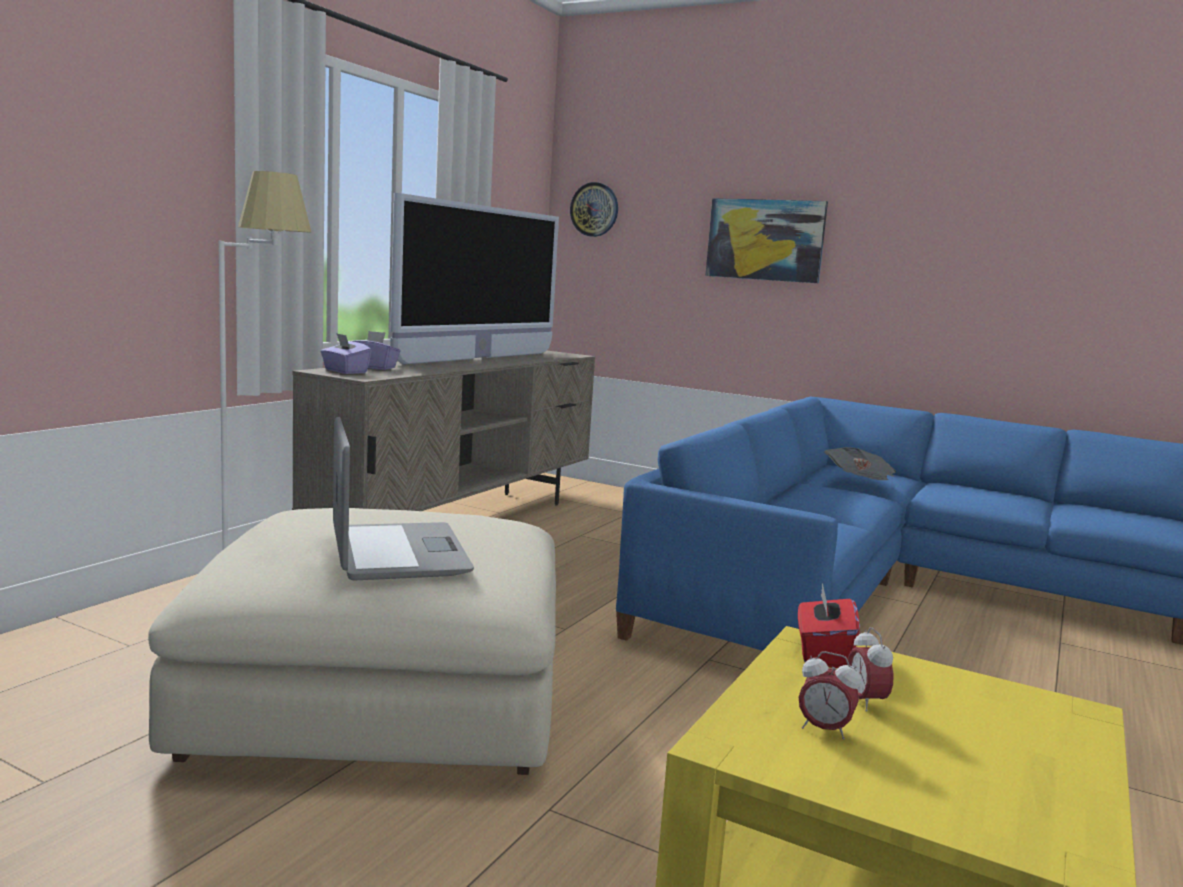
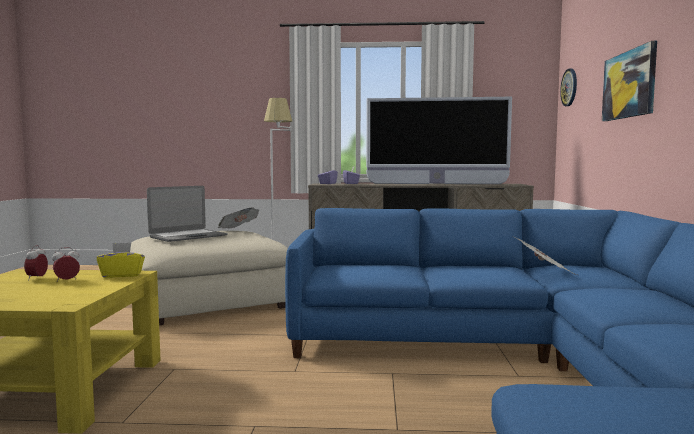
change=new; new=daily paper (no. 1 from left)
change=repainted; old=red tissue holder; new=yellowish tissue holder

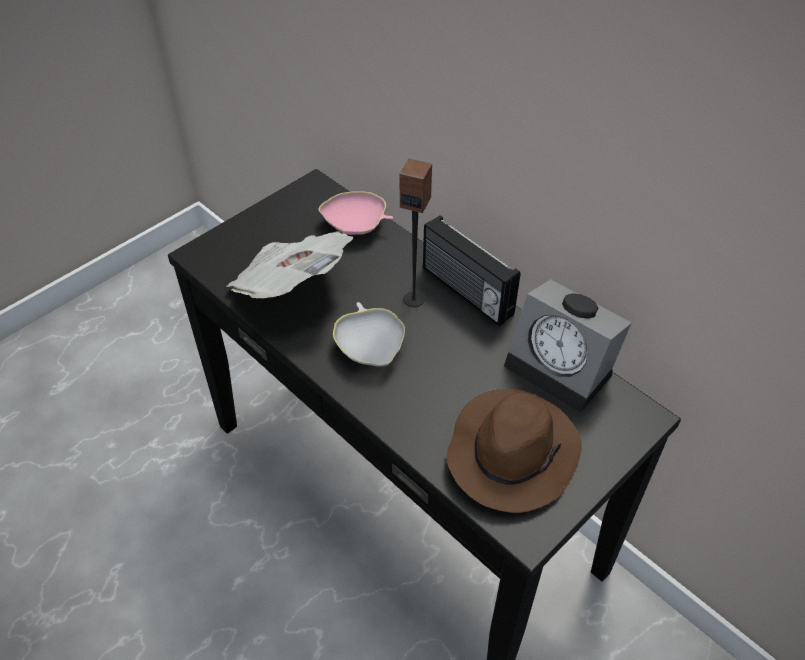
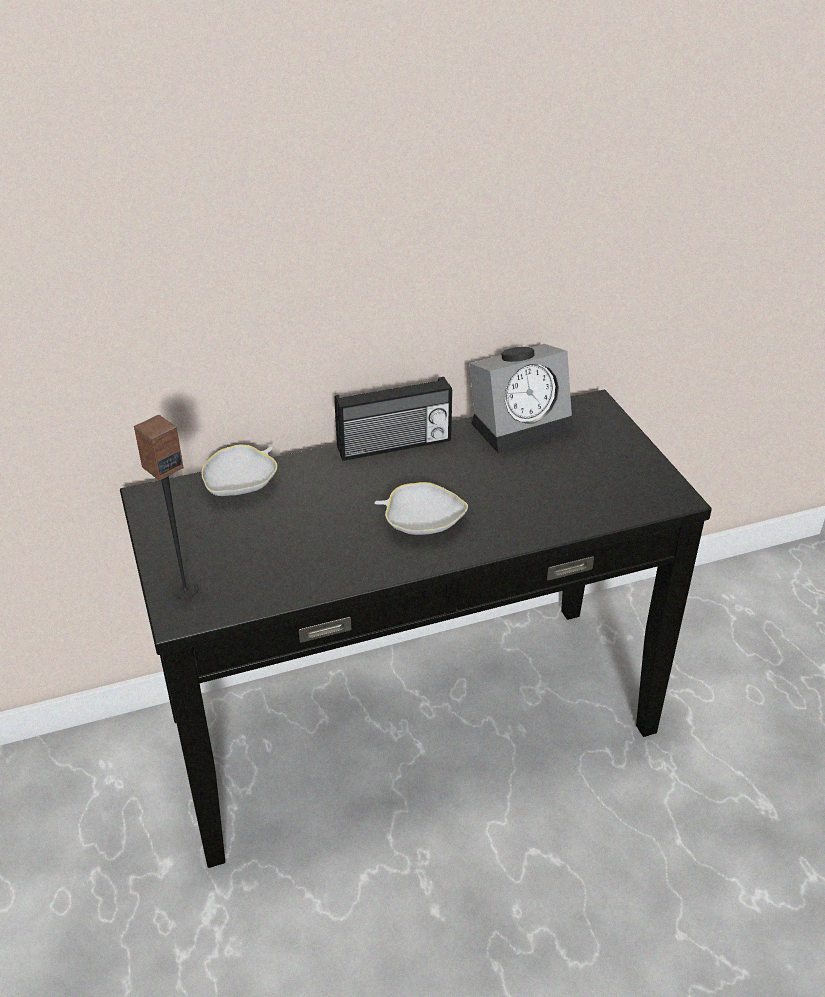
change=gone; old=daily paper
change=gone; old=brown-coloured hat
change=shifted; old=speaker
change=repainted; old=pink-coloured bowl; new=white-coloured bowl (no. 1 from left)

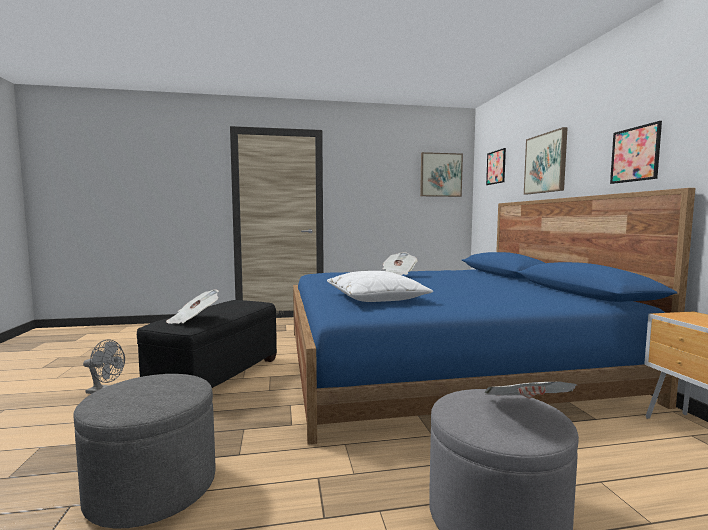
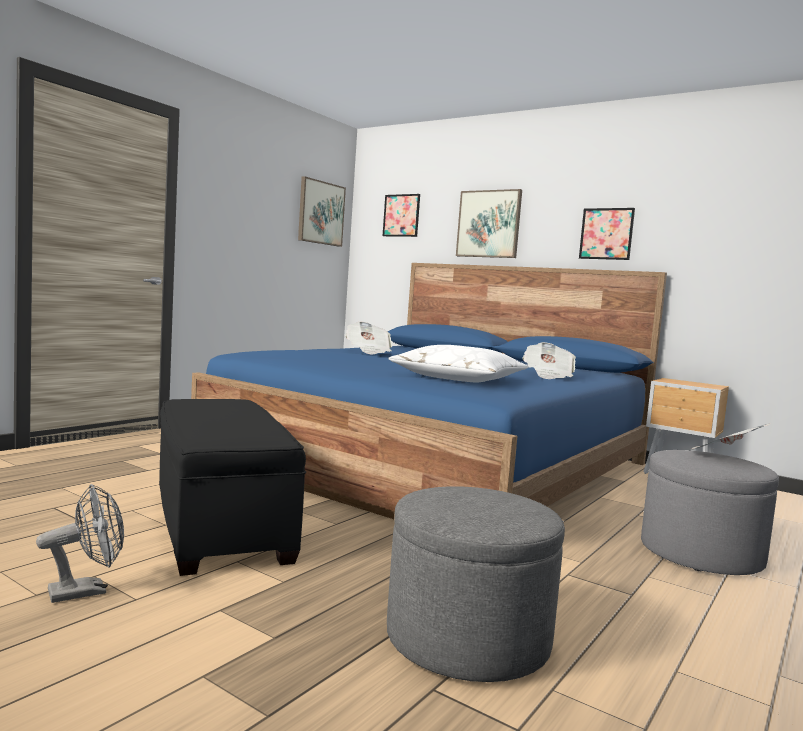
change=shifted; old=daily paper (no. 1 from left in the first image); new=daily paper (no. 2 from left)

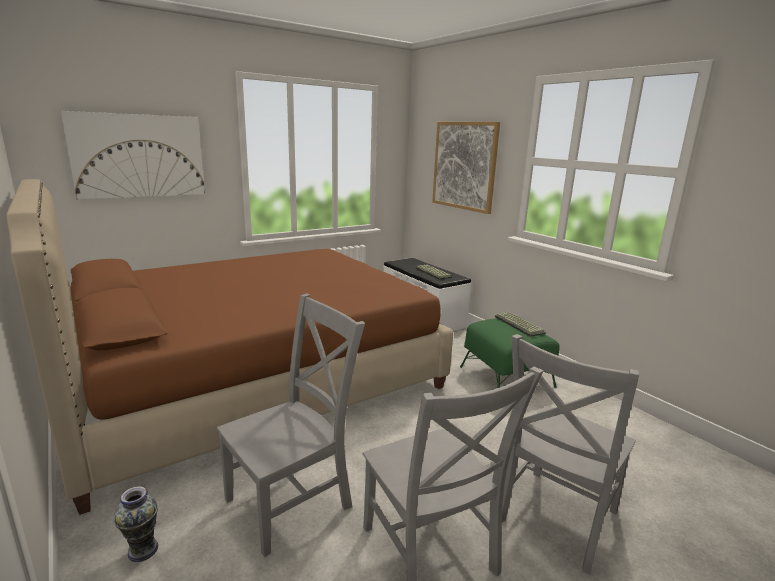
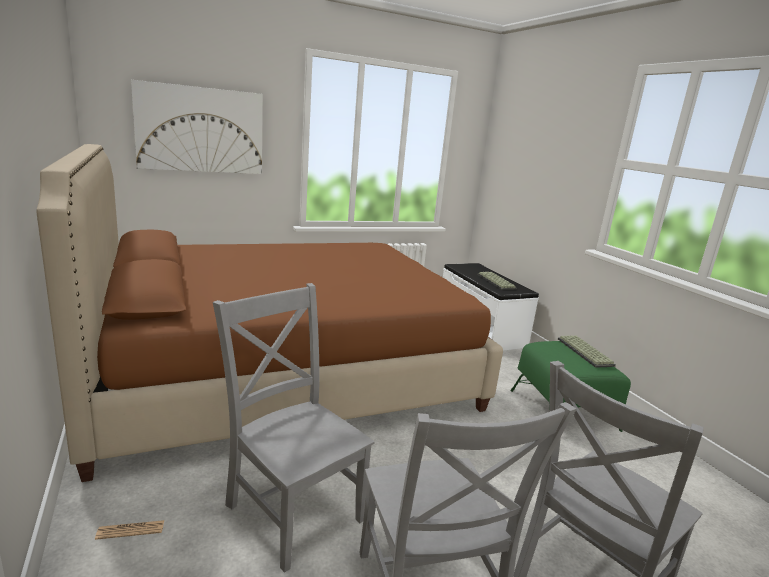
change=gone; old=wall picture (no. 2 from left)
change=swapped; old=decorative vase; new=daily paper
change=rotated; old=grey chair (no. 1 from left); degrees=-105

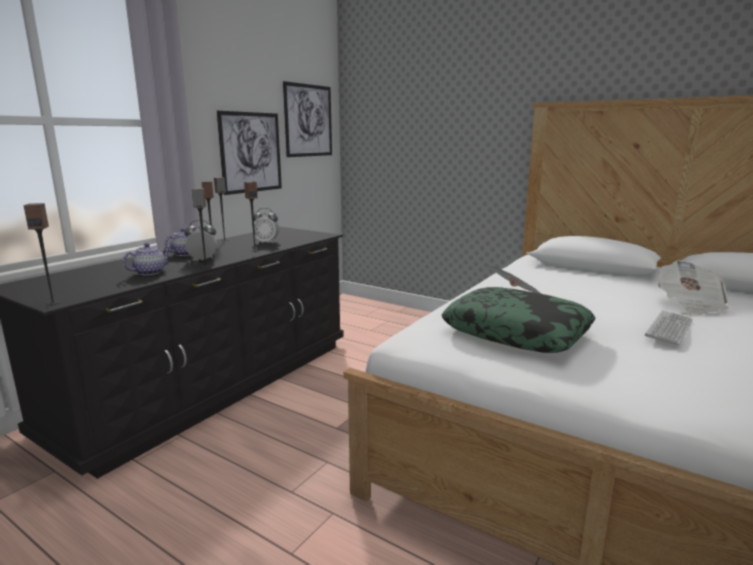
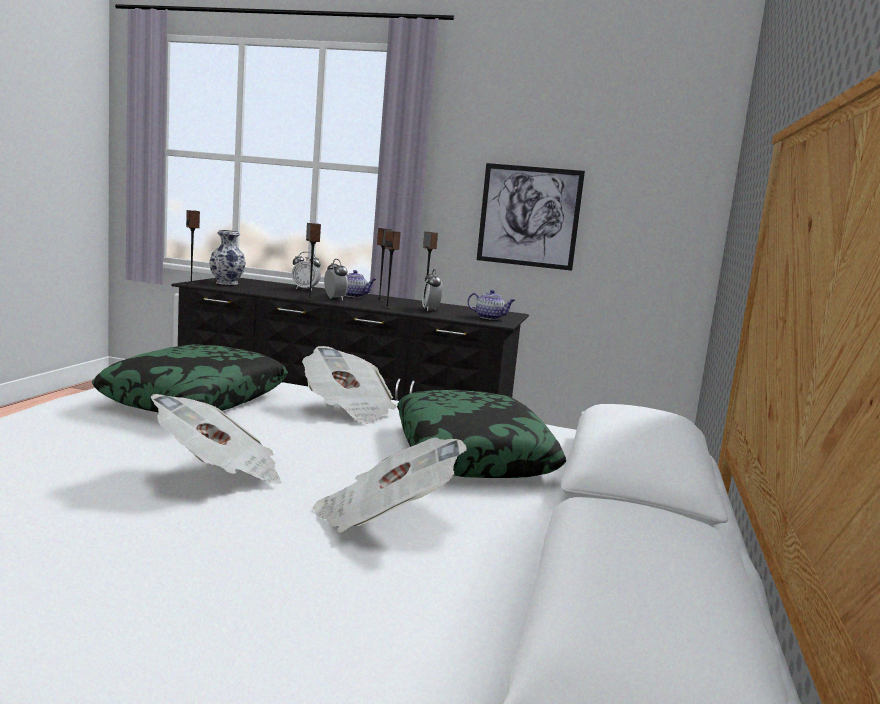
change=gone; old=wall picture (no. 2 from left)
change=new; new=decorative vase
change=new; new=alarm clock (no. 1 from left)
change=new; new=throw pillow (no. 2 from left)
change=shifted; old=teapot (no. 1 from left in the first image); new=teapot (no. 2 from left)
change=swapped; old=computer keyboard; new=daily paper (no. 1 from left)

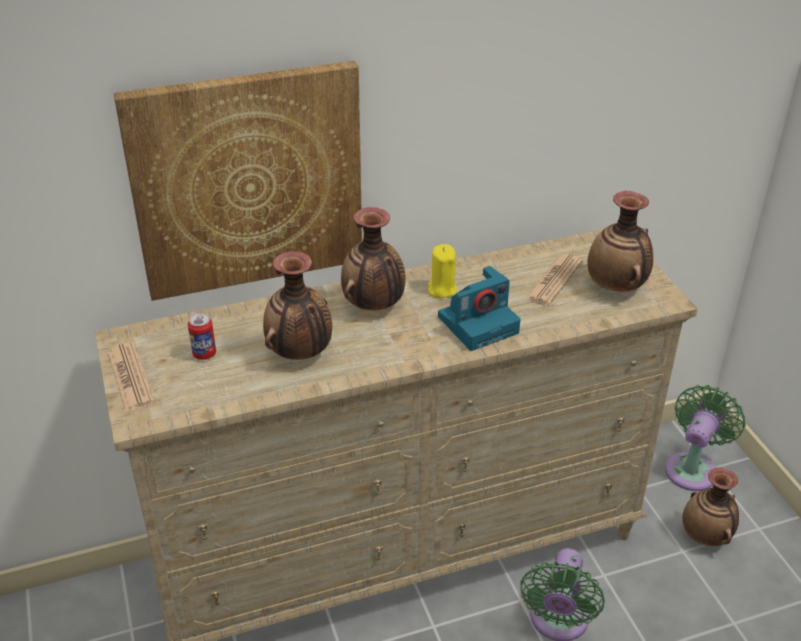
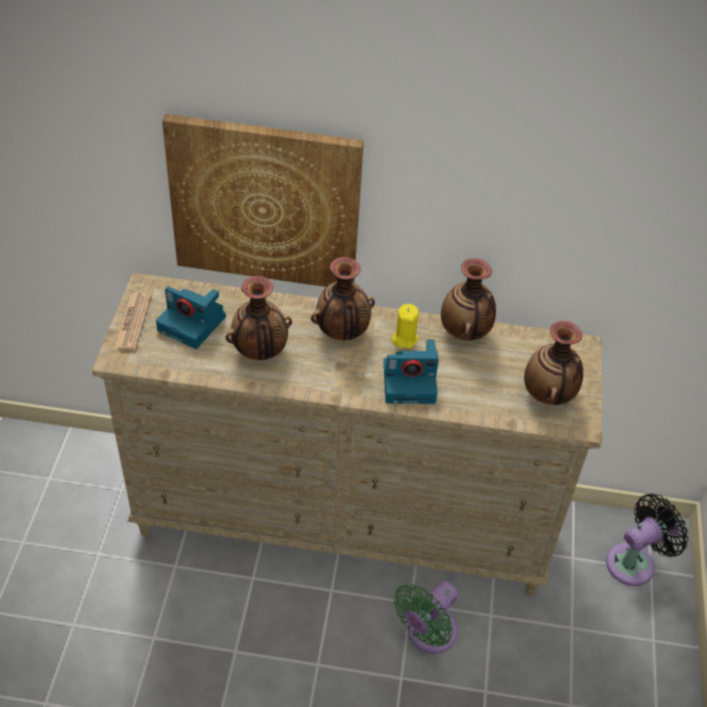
change=gone; old=daily paper (no. 2 from left)
change=shifted; old=decorative vase (no. 4 from left in the first image); new=decorative vase (no. 3 from left)
change=swapped; old=can; new=still camera (no. 1 from left)
change=repainted; old=greenish cooling fan (no. 2 from left); new=black cooling fan

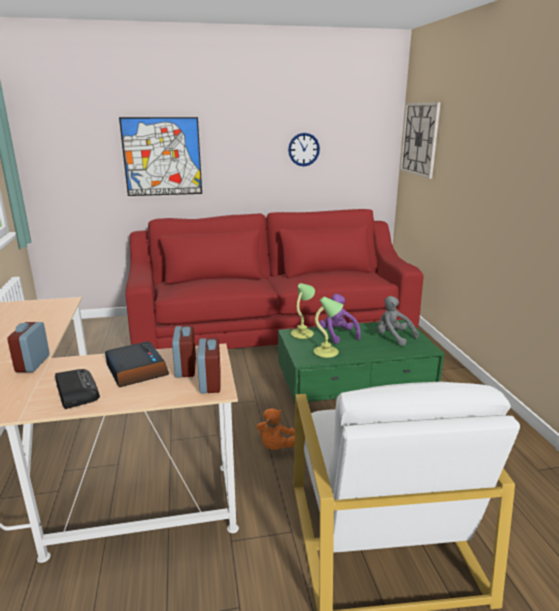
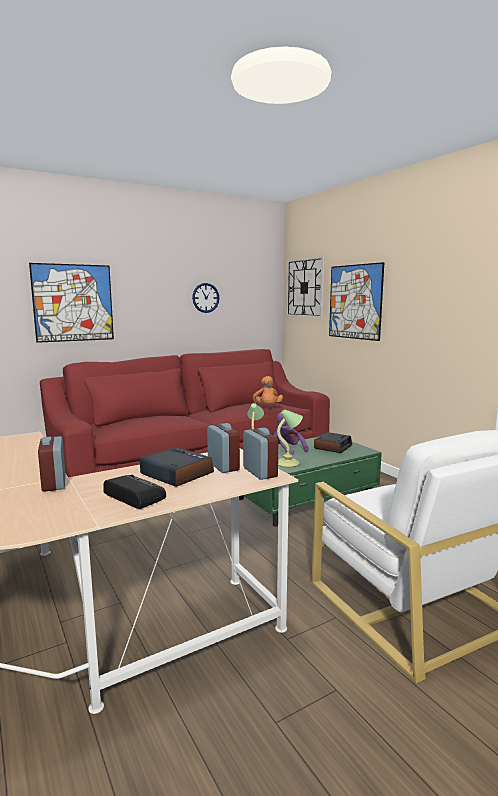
change=new; new=wall picture (no. 2 from left)
change=shifted; old=orange-coloured cuddly toy
change=swapped; old=grey cuddly toy; new=alarm clock (no. 5 from left)

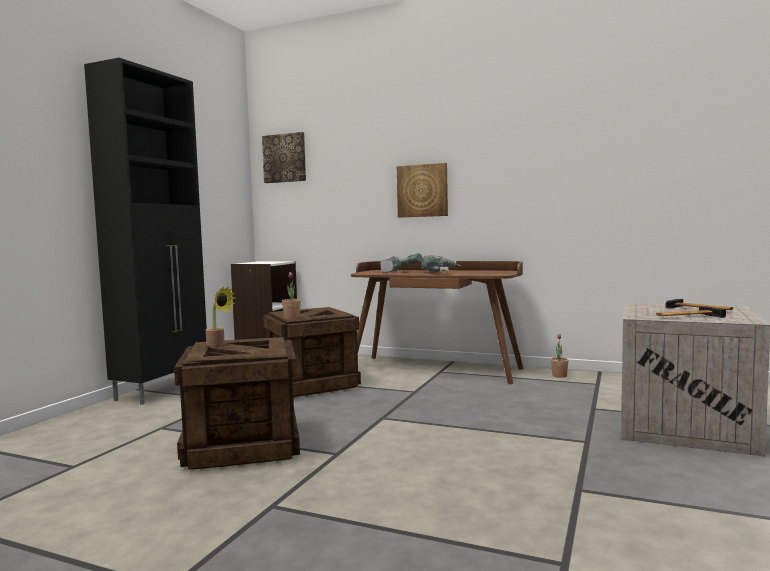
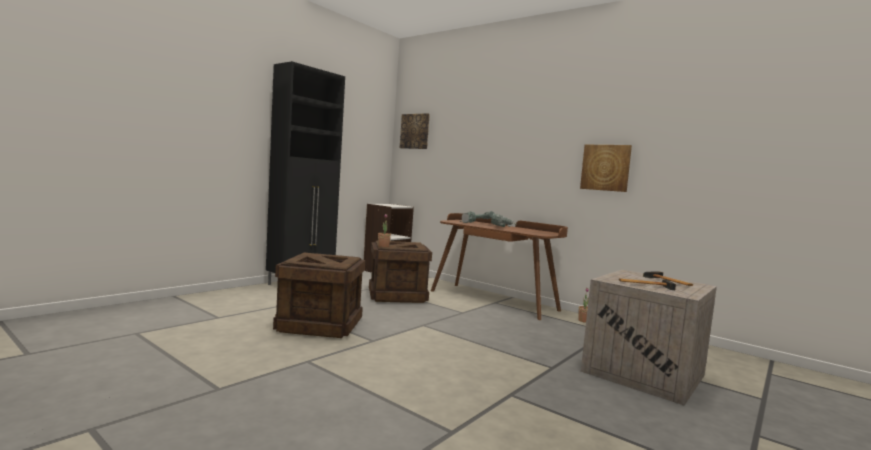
change=gone; old=plant in a pot (no. 1 from left)
change=shifted; old=wall picture (no. 2 from left)

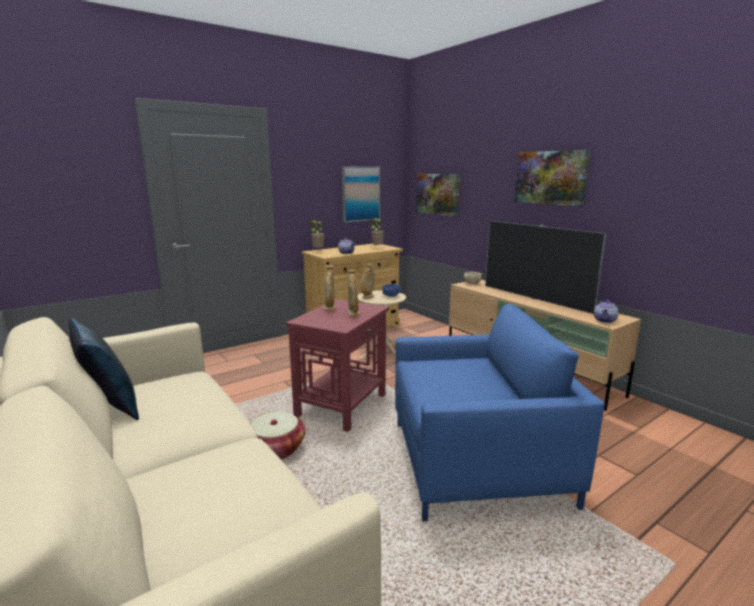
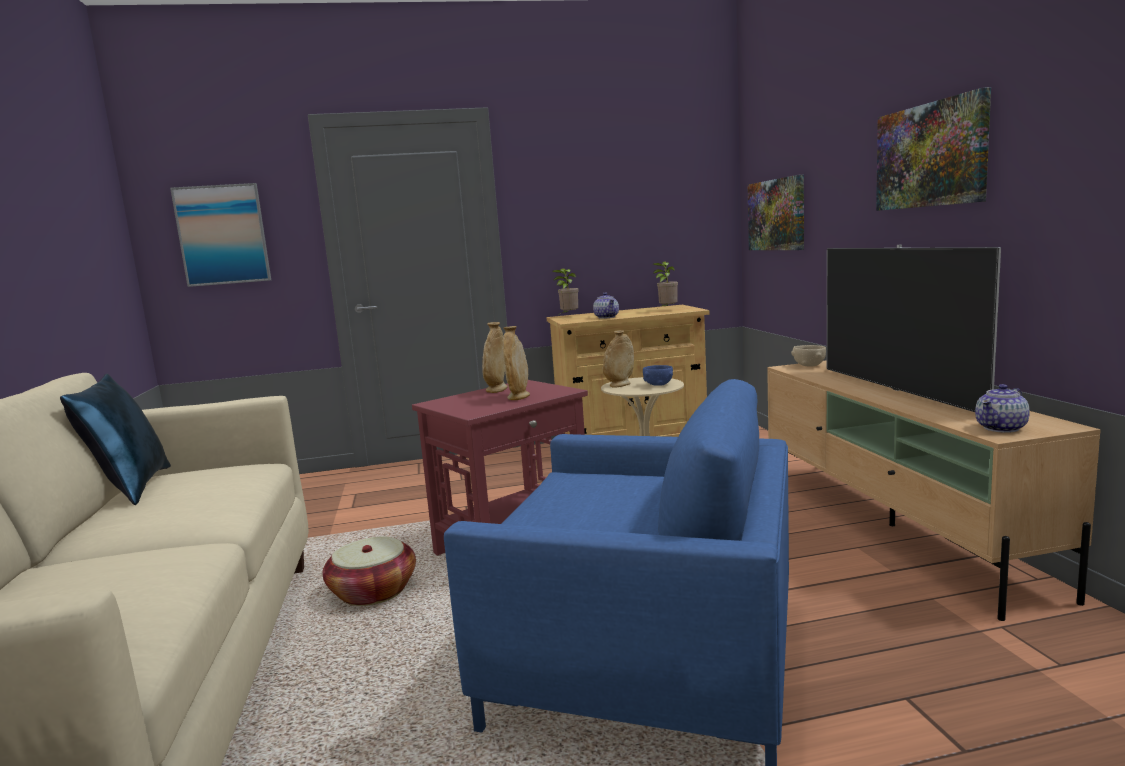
change=shifted; old=wall picture (no. 1 from left)

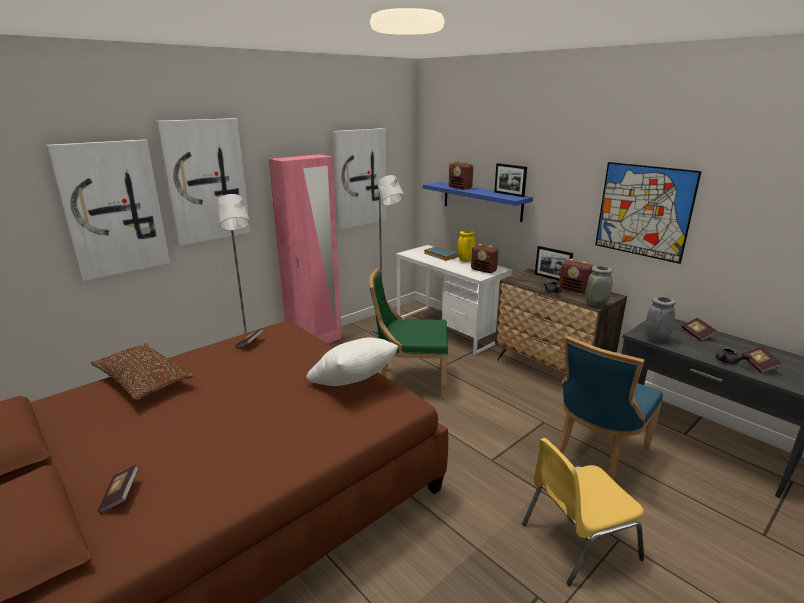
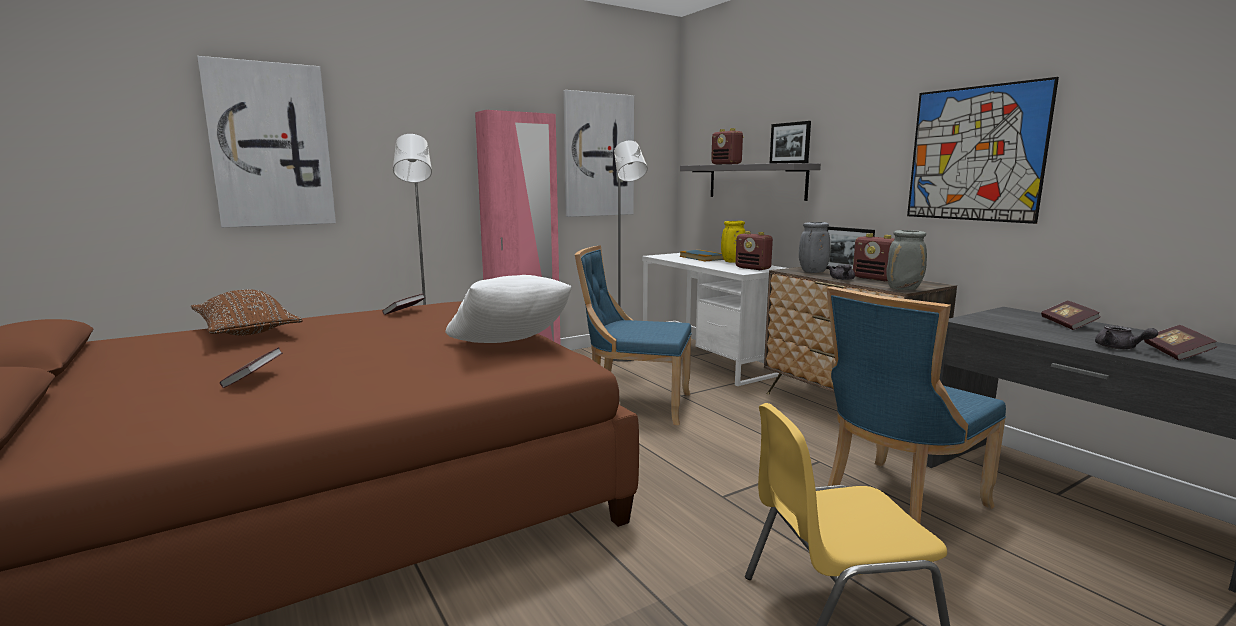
change=gone; old=wall picture (no. 2 from left)
change=shifted; old=bound book (no. 1 from left)
change=shifted; old=grey decorative vase (no. 2 from left in the first image); new=grey decorative vase (no. 1 from left)
change=repainted; old=greenish chair; new=blue chair (no. 1 from left)
change=repainted; old=blue shelf; new=grey shelf

